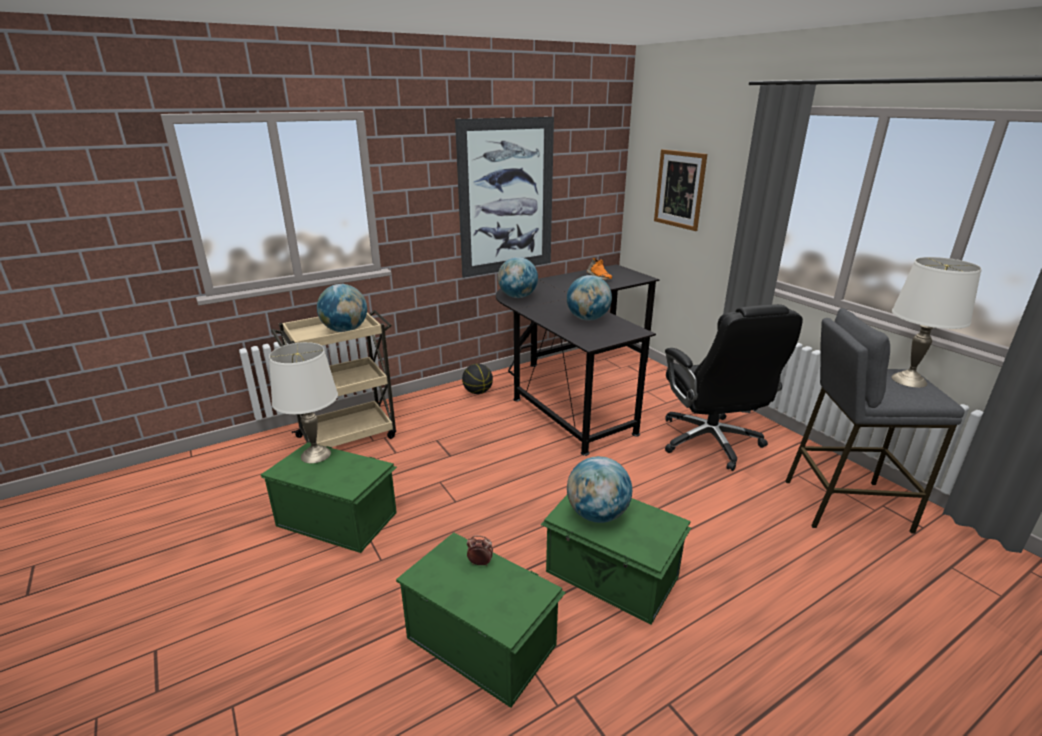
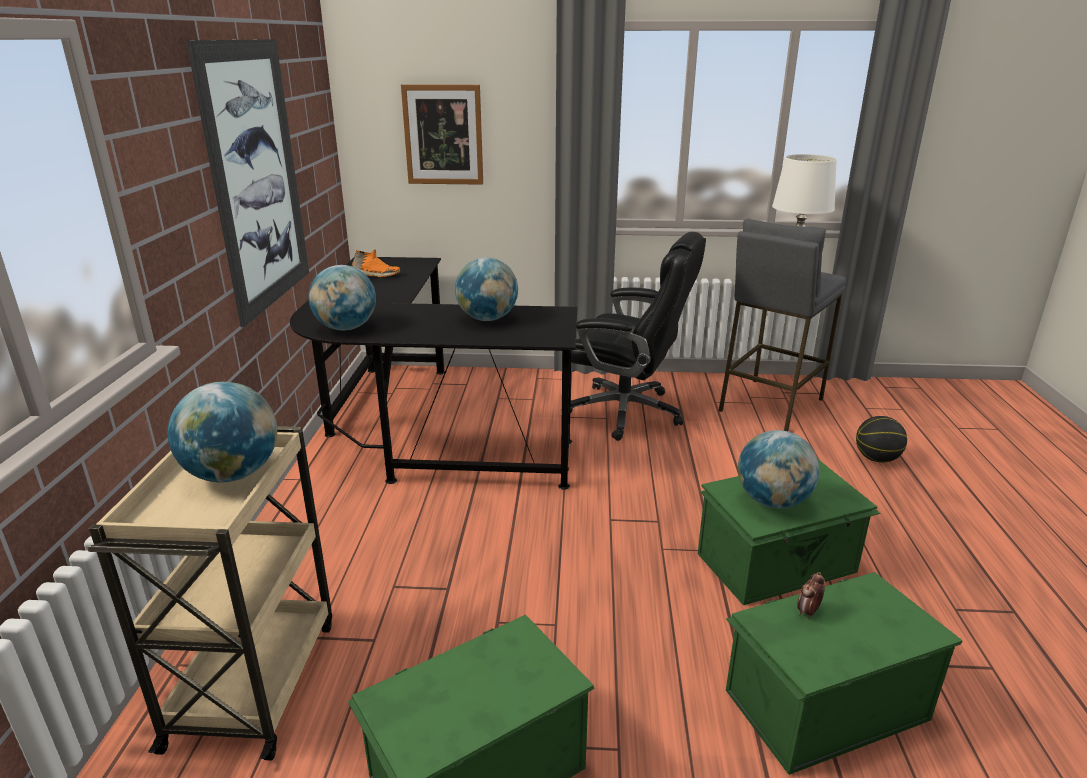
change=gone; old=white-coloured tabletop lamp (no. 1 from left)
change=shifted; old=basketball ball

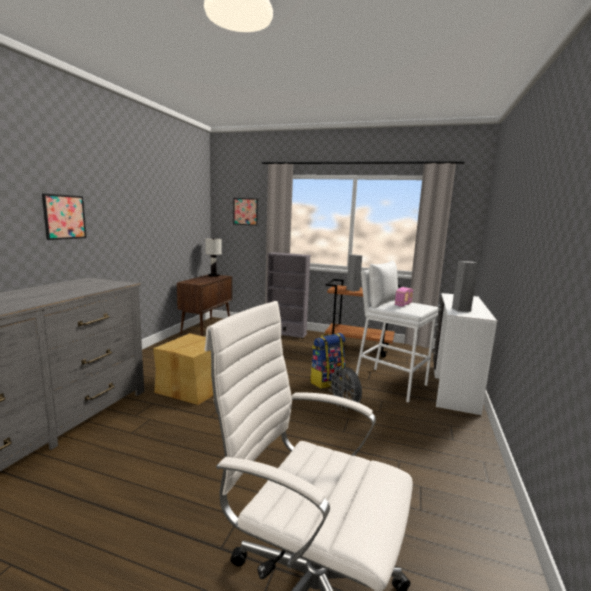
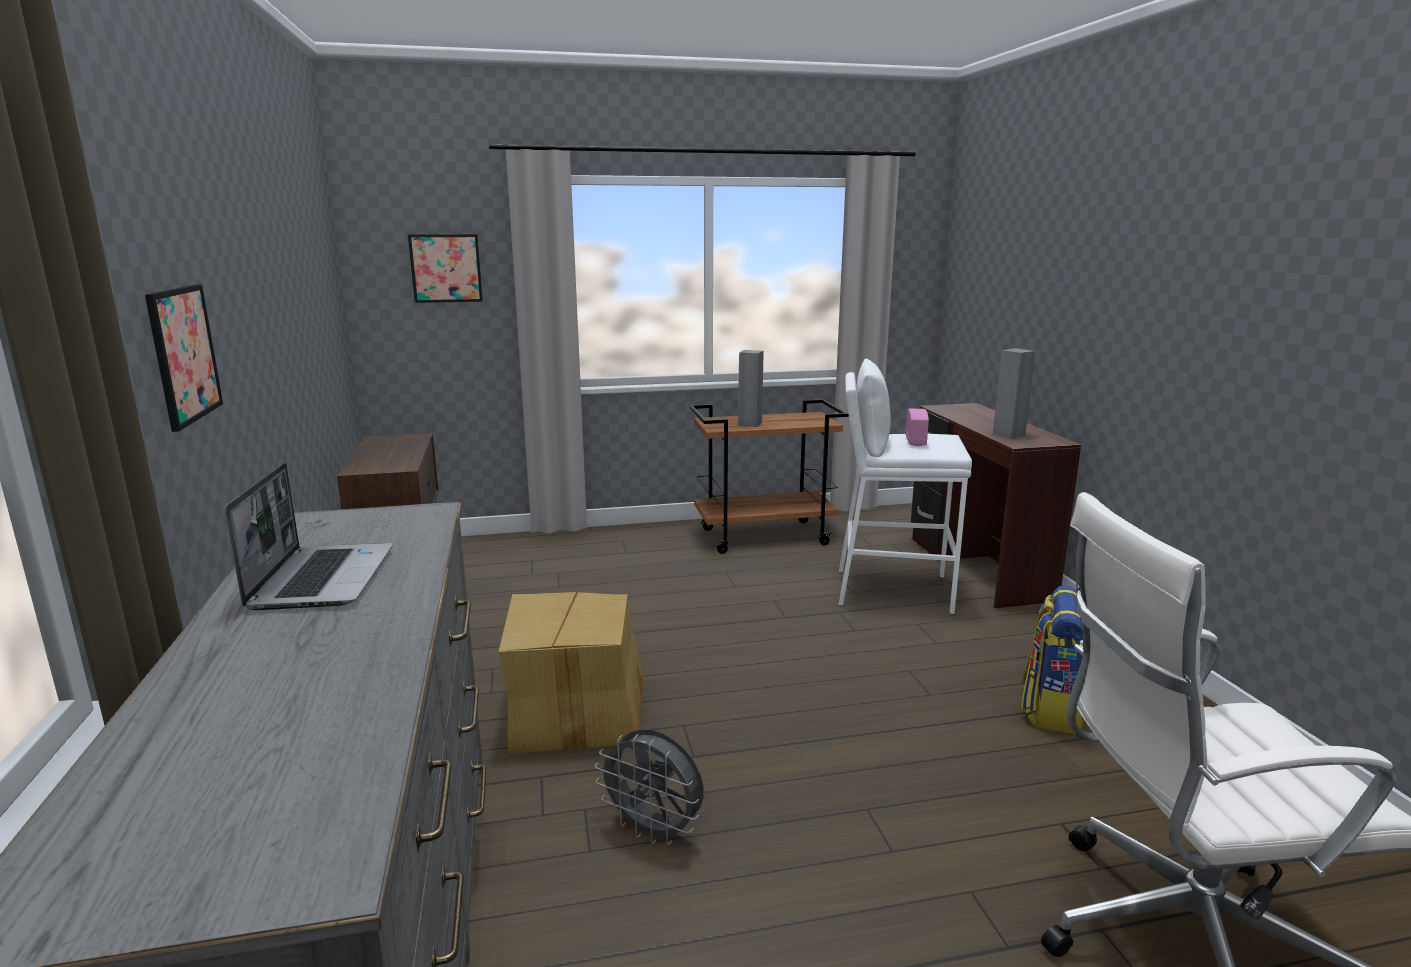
change=gone; old=white-coloured tabletop lamp
change=gone; old=grey bookshelf
change=new; new=portable computer
change=shifted; old=backpack
change=shifted; old=grey cooling fan
change=repainted; old=white-coloured desk table; new=brown-coloured desk table

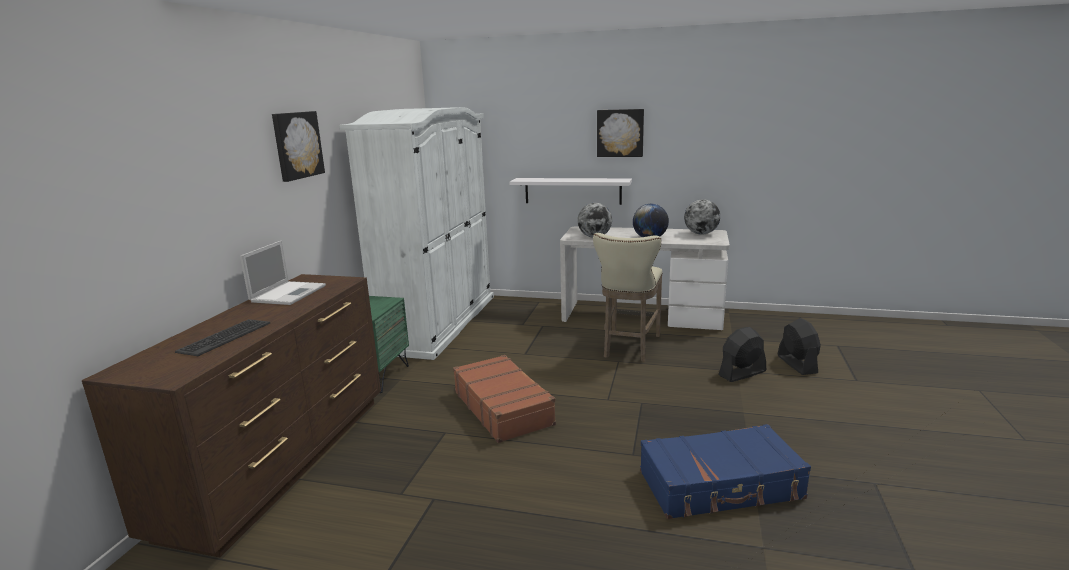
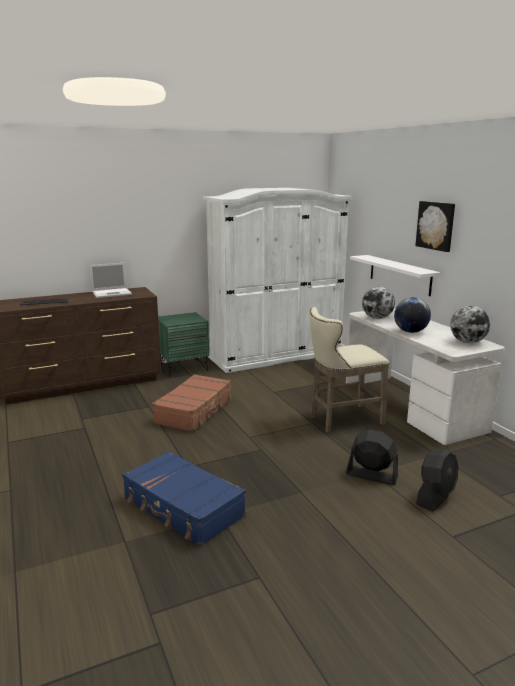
change=gone; old=wall picture (no. 1 from left)

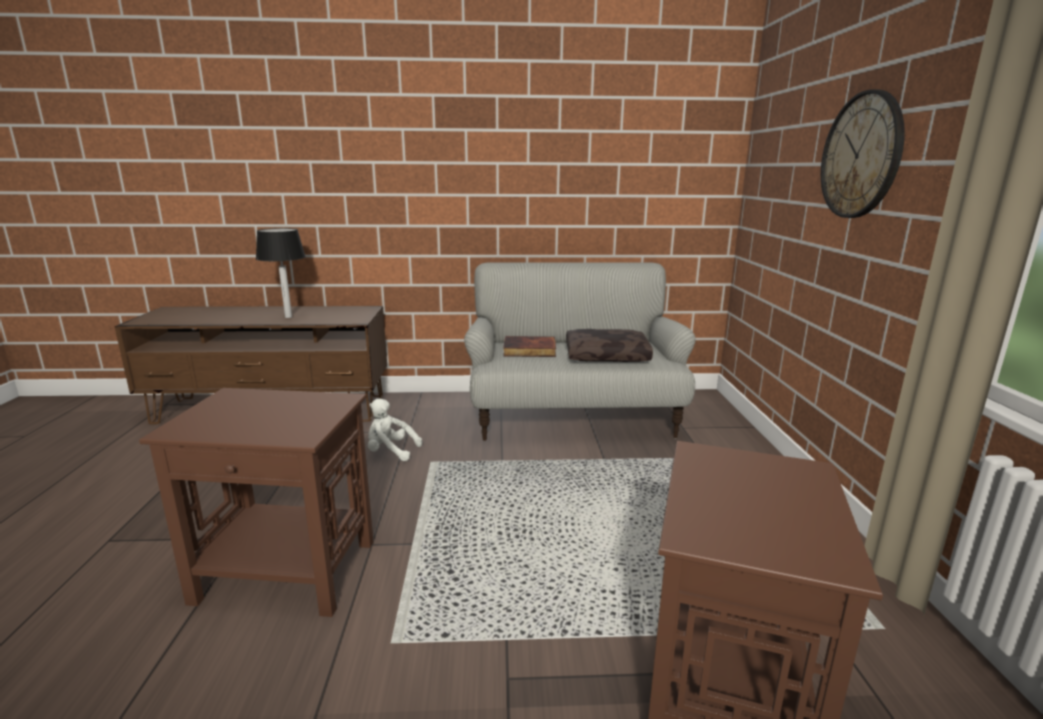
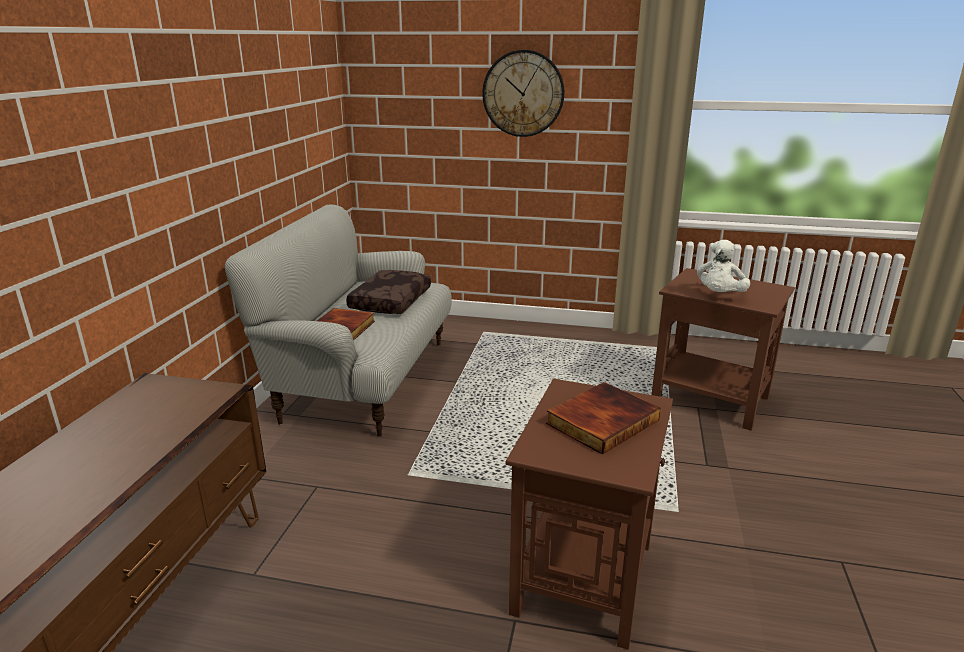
change=gone; old=tabletop lamp
change=new; new=bound book (no. 2 from left)
change=shifted; old=white-coloured cuddly toy

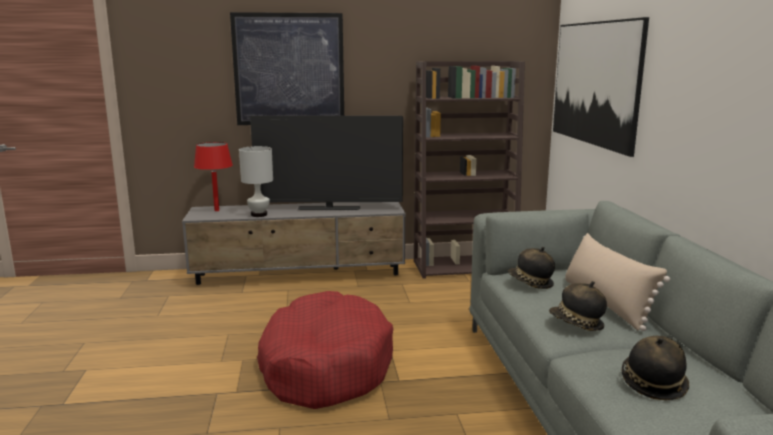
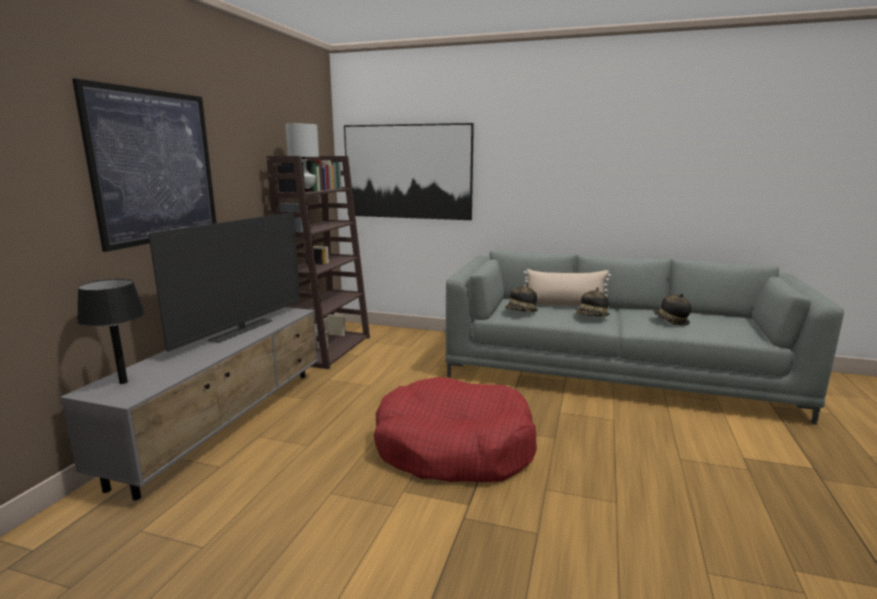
change=shifted; old=white-coloured tabletop lamp
change=repainted; old=red tabletop lamp; new=black tabletop lamp

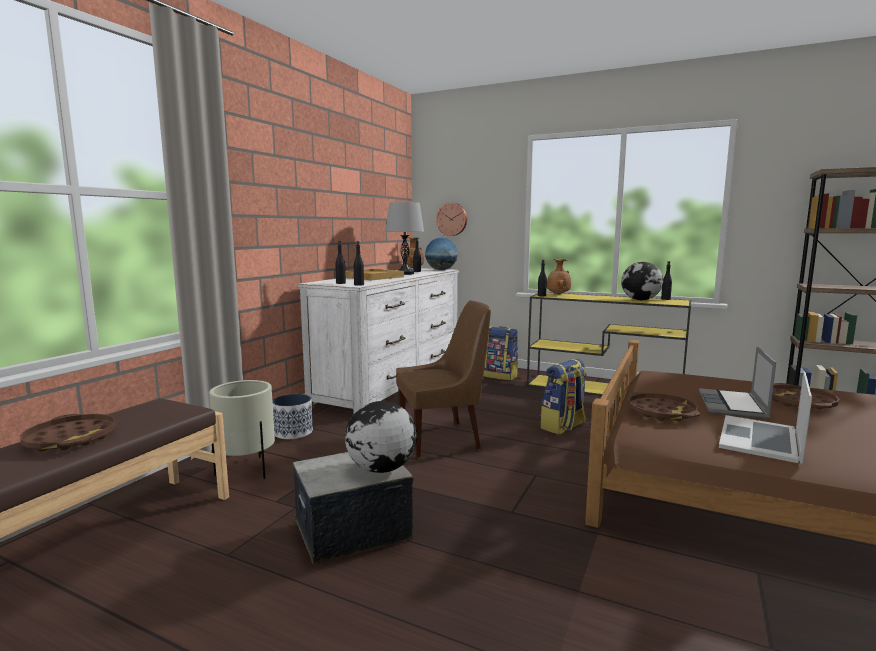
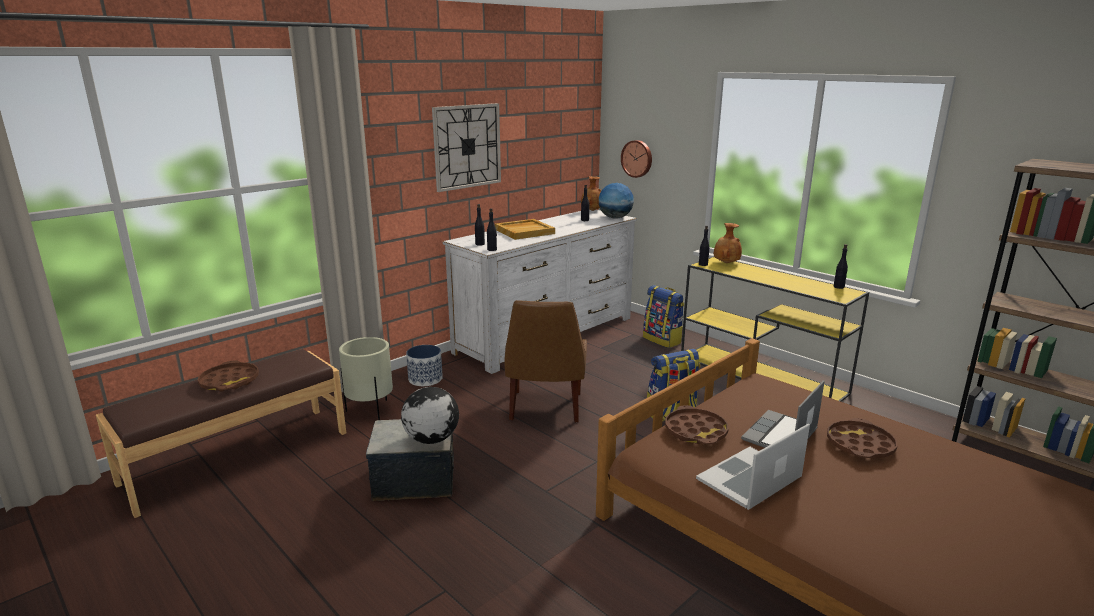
change=gone; old=grey tabletop lamp
change=gone; old=world globe (no. 3 from left)
change=new; new=clock on the wall (no. 1 from left)
change=rotated; old=brown-coloured chair; degrees=90

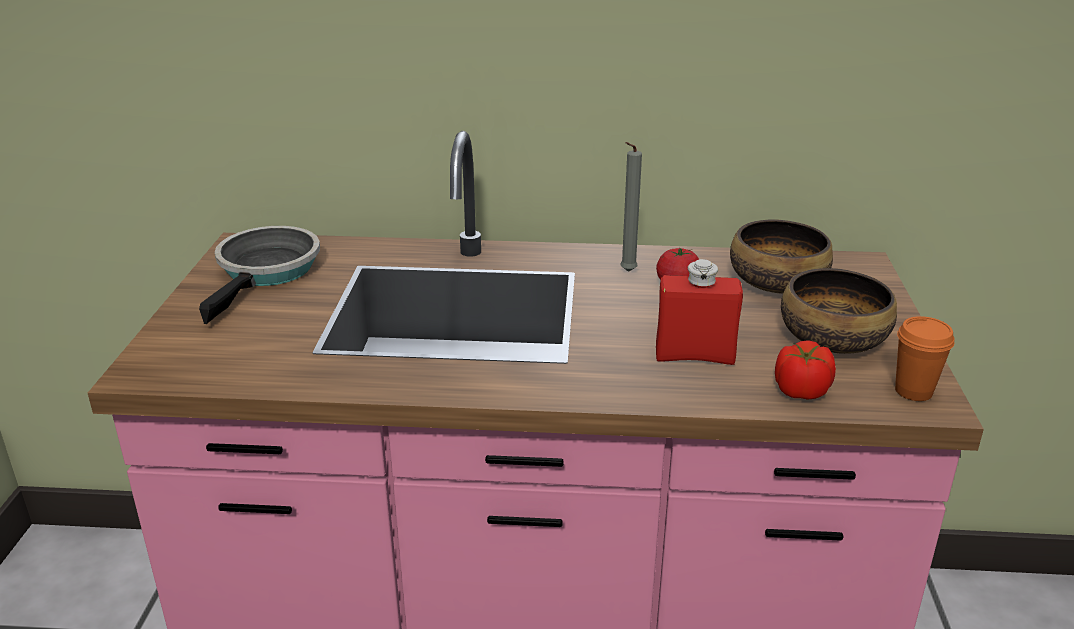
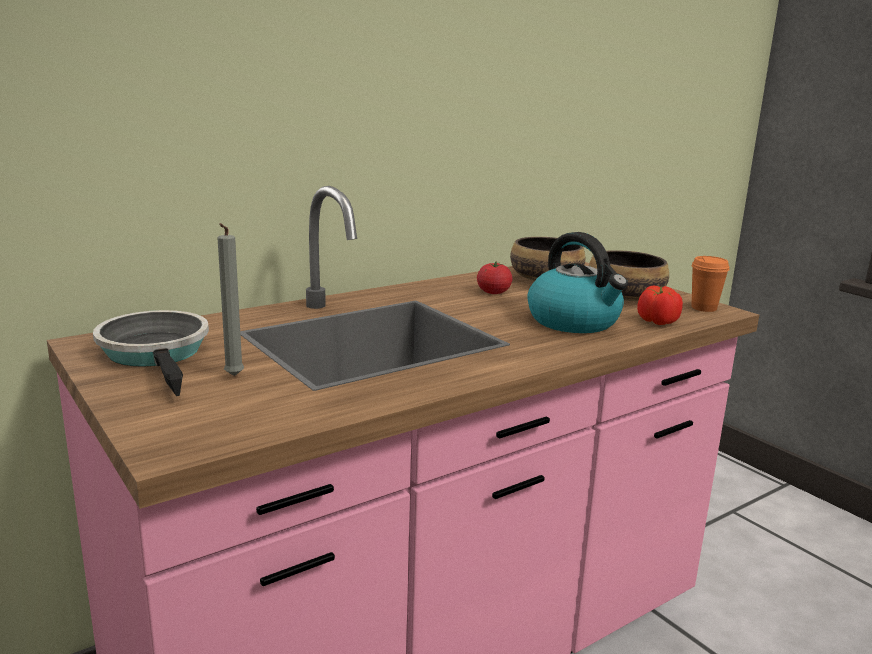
change=shifted; old=grey candle
change=swapped; old=red bottle; new=water kettle

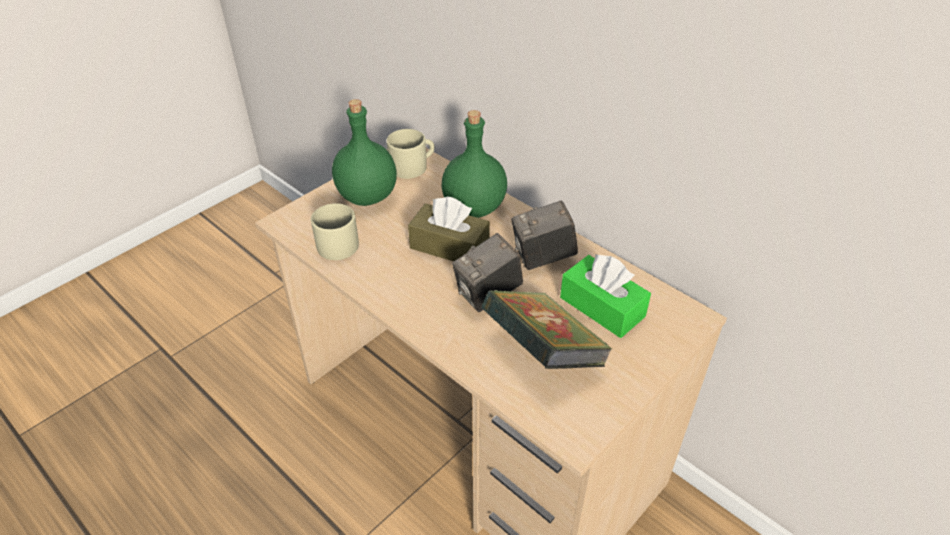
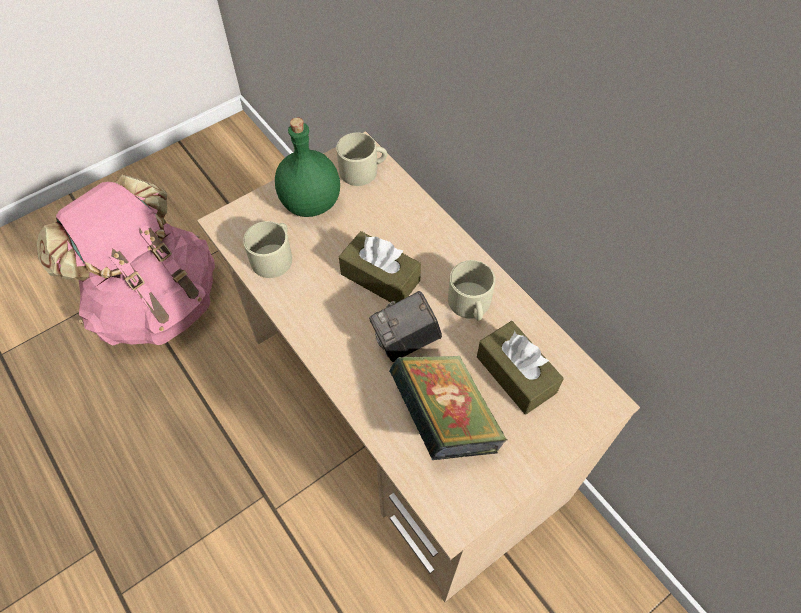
change=gone; old=greenish bottle (no. 2 from left)
change=new; new=pink-coloured backpack
change=swapped; old=still camera (no. 2 from left); new=sand-coloured coffee mug (no. 3 from left)
change=repainted; old=greenish tissue holder; new=brown-coloured tissue holder (no. 2 from left)

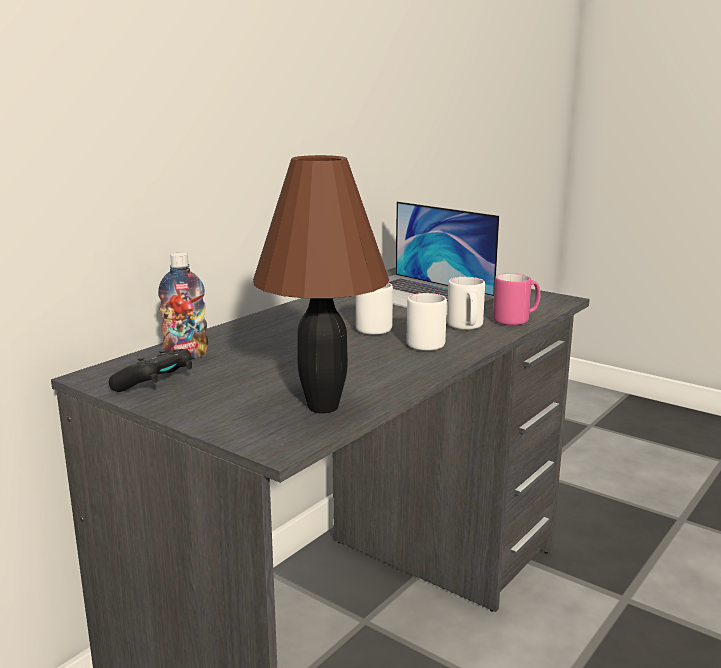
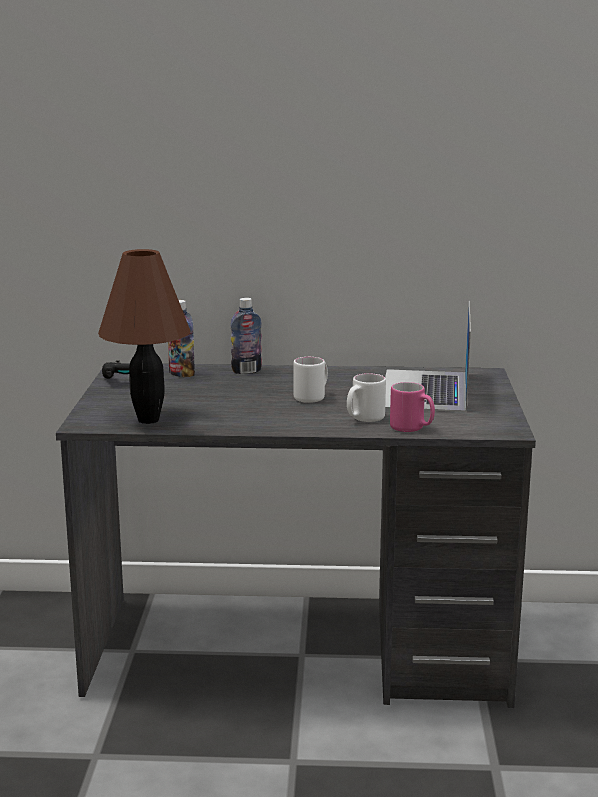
change=gone; old=white-coloured coffee mug (no. 2 from left)
change=new; new=bottle (no. 2 from left)

